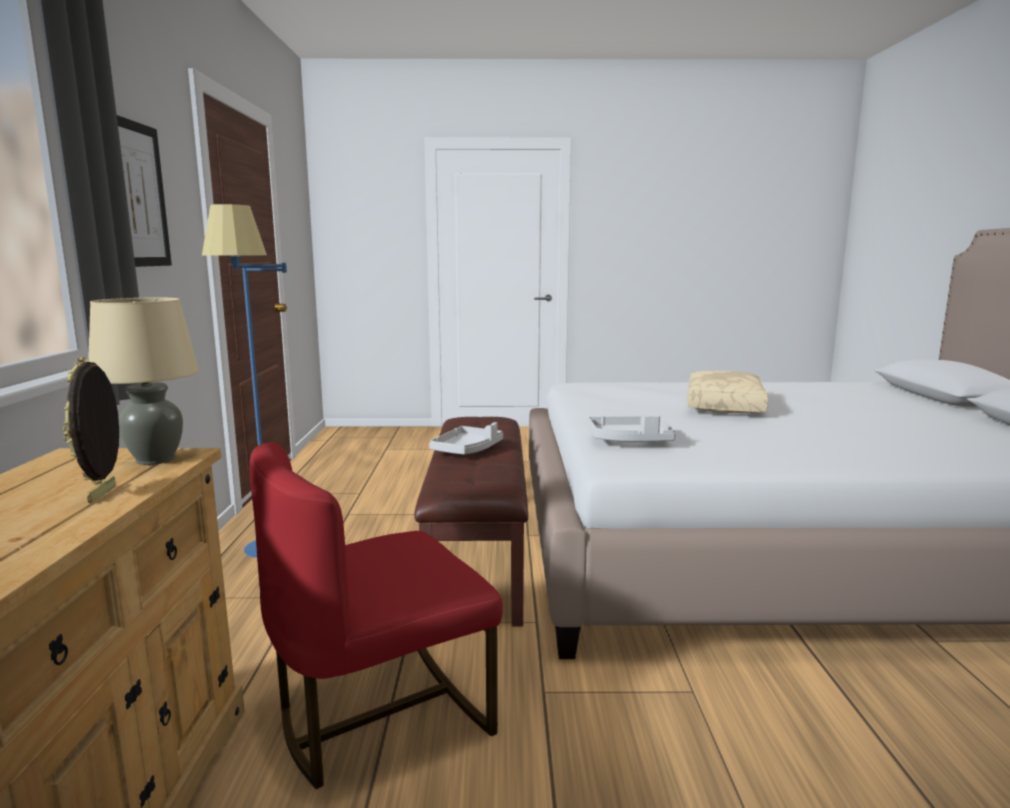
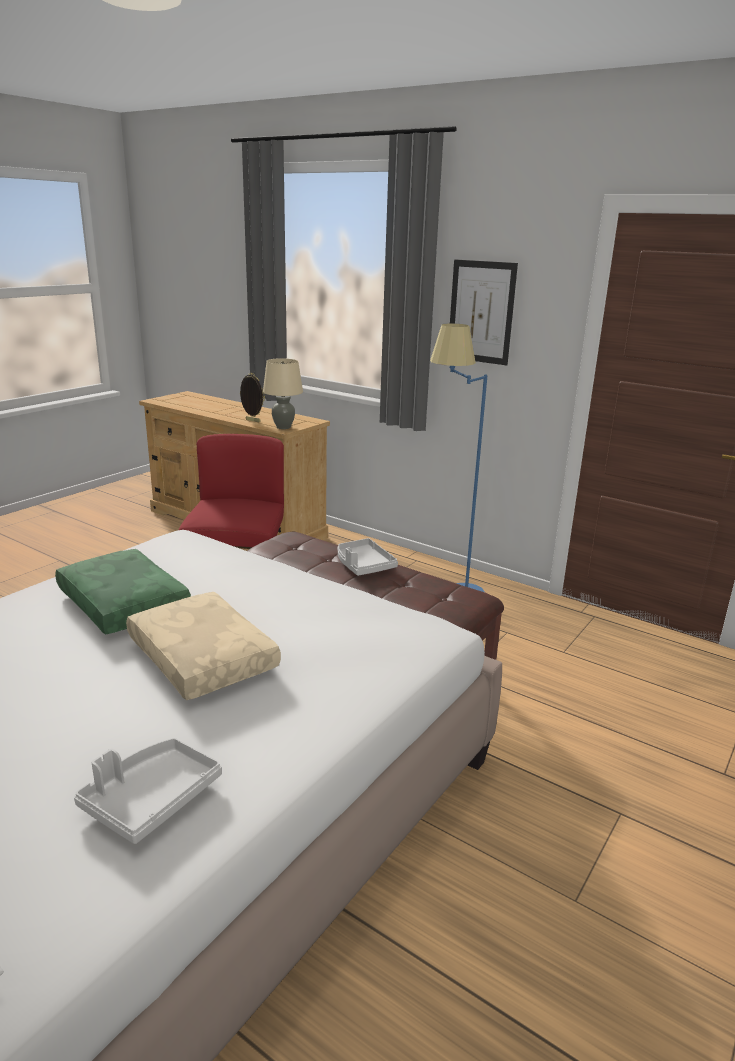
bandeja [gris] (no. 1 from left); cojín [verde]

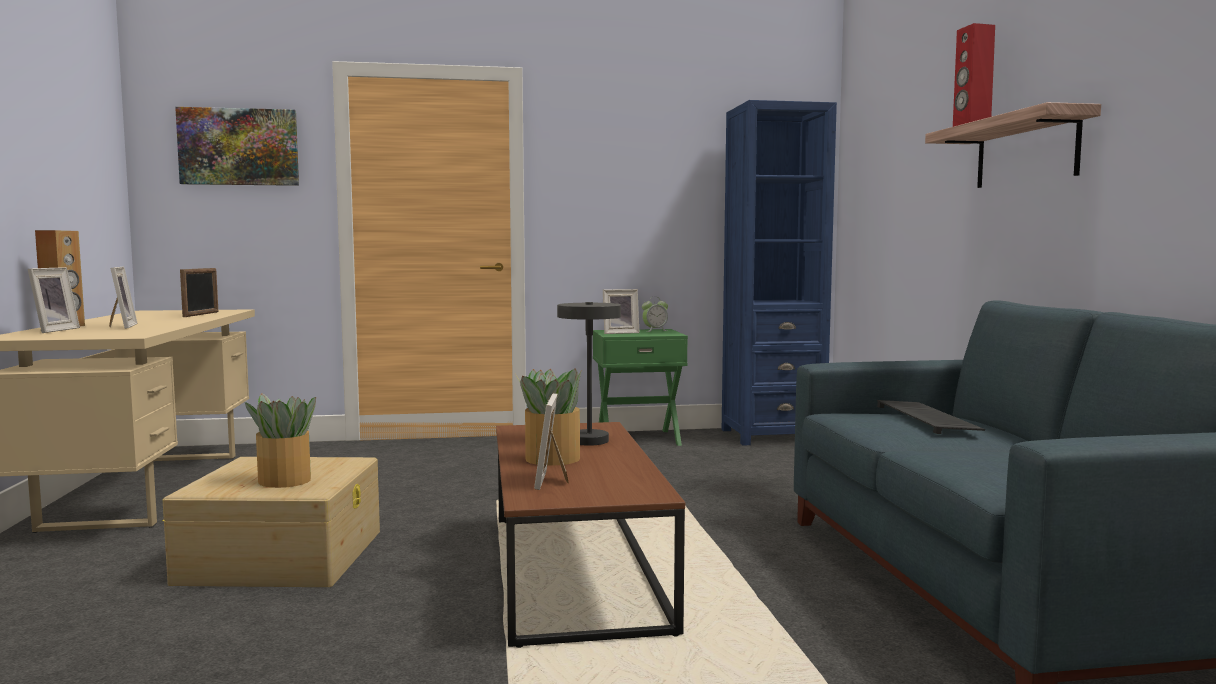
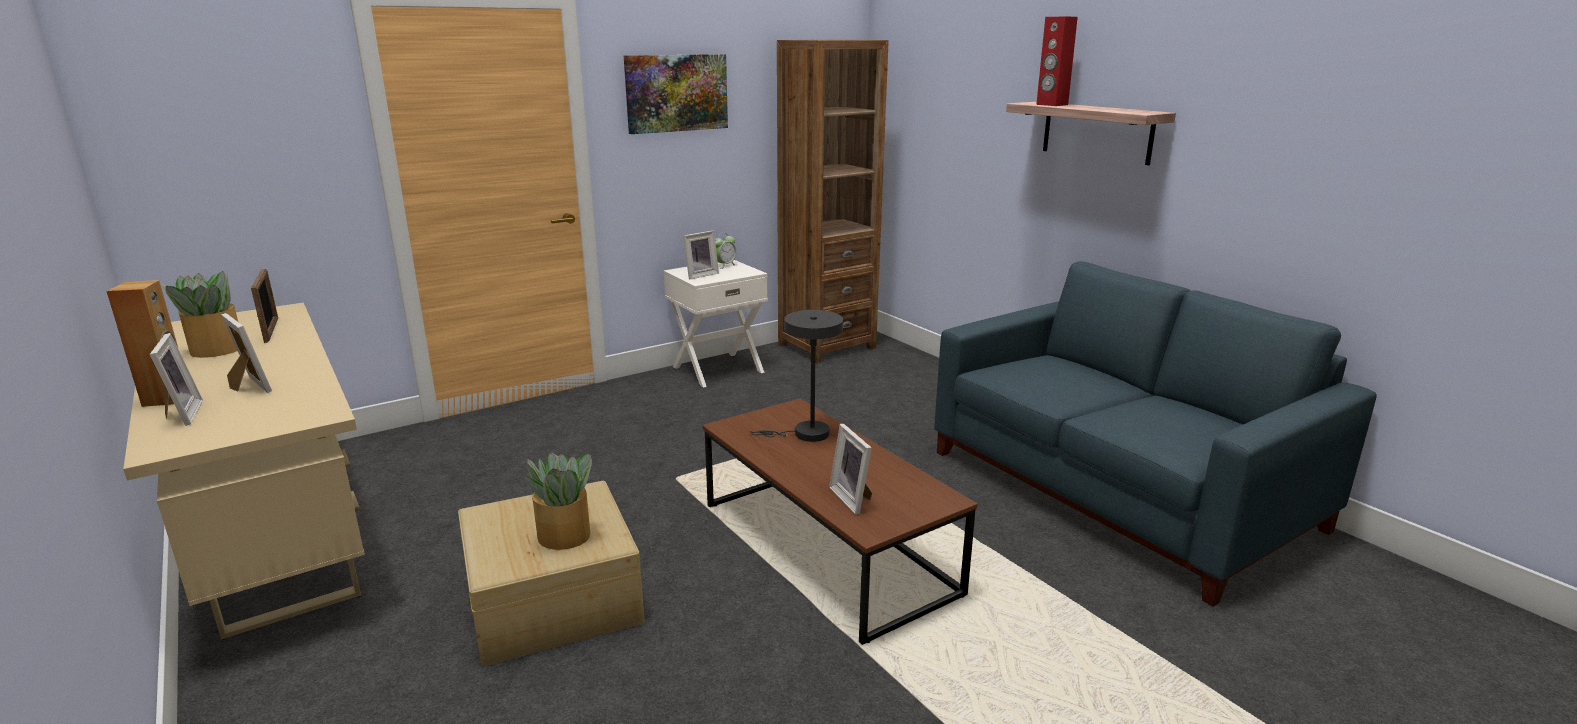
estantería [marrón]; cuadro; mesita de noche [blanco]; planta en maceta (no. 1 from left); teclado

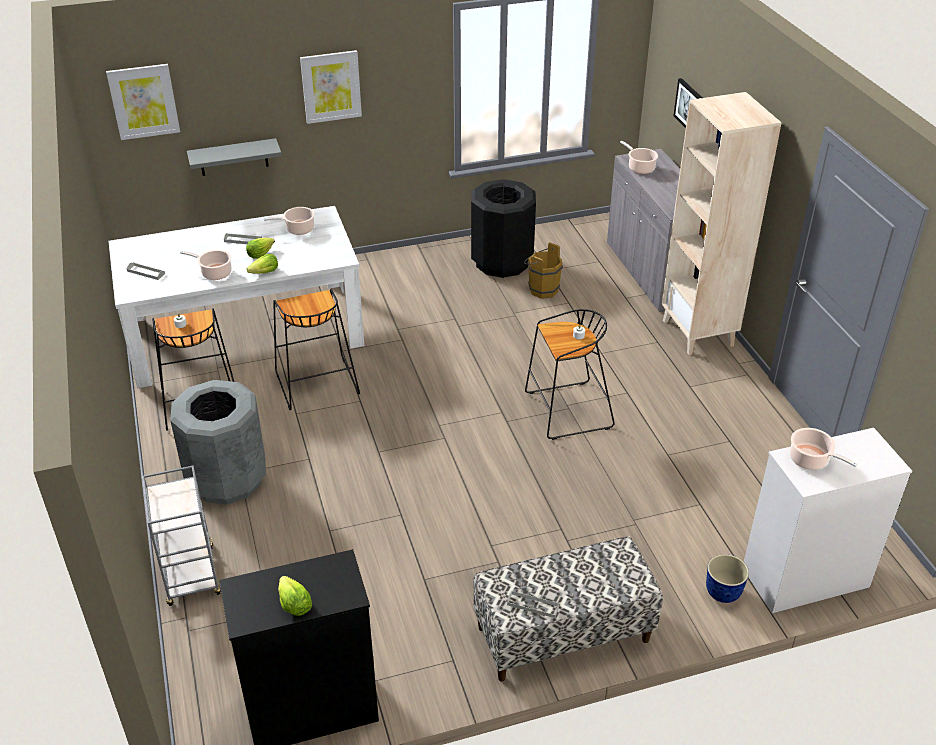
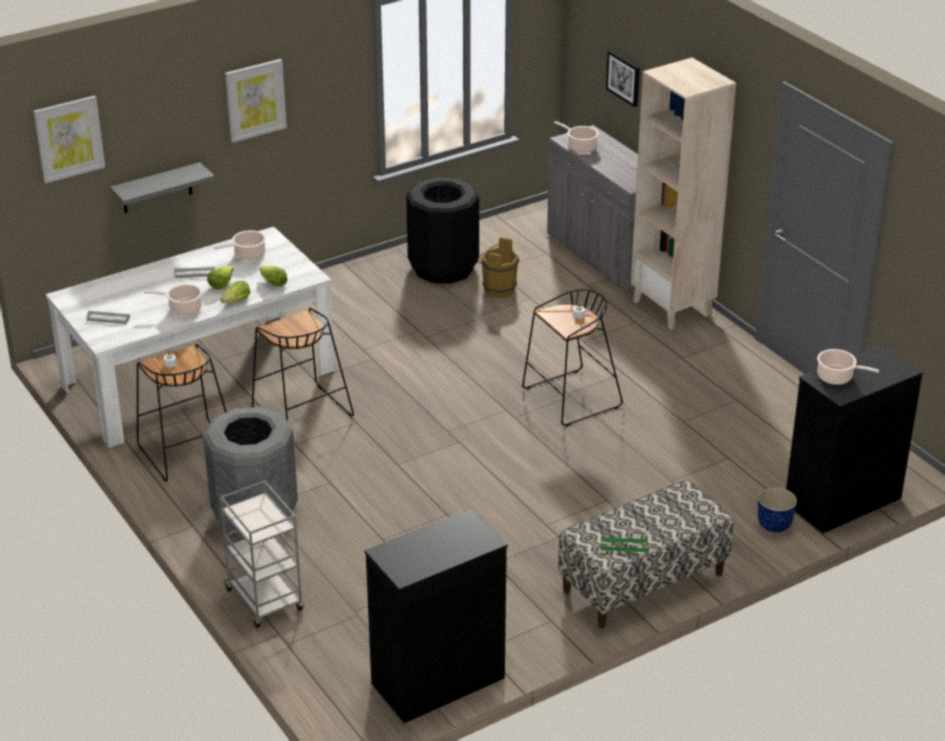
cómoda [negro] (no. 2 from left); lechuga (no. 3 from left); bandeja [verde]

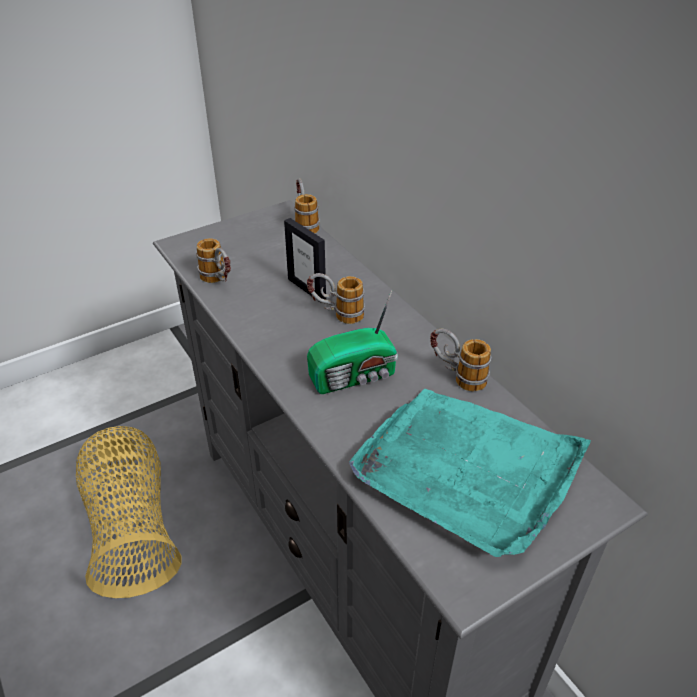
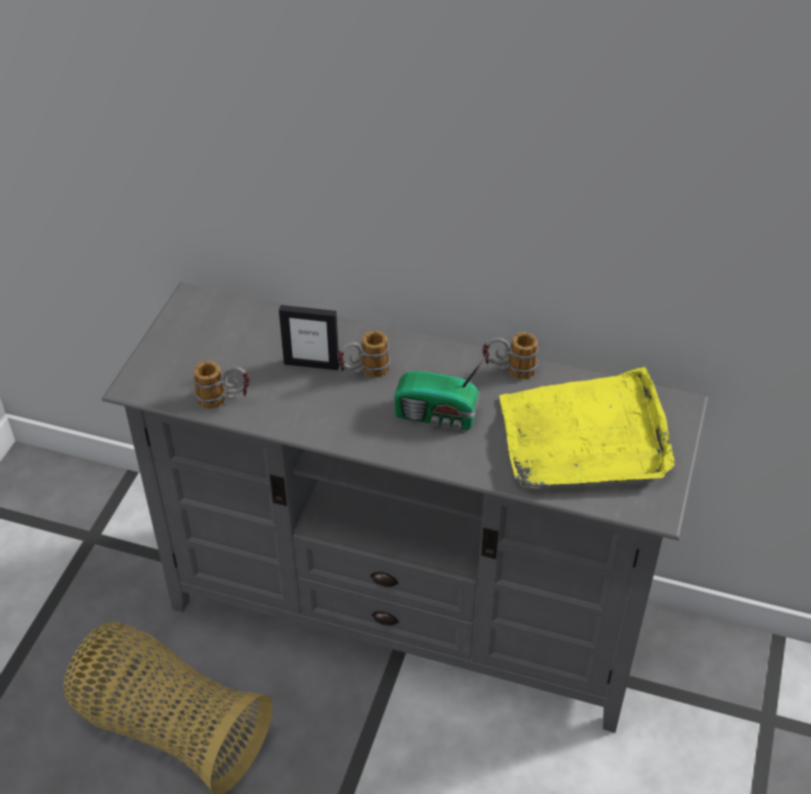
taza grande (no. 2 from left in the first image); radio; bandeja [amarillo]

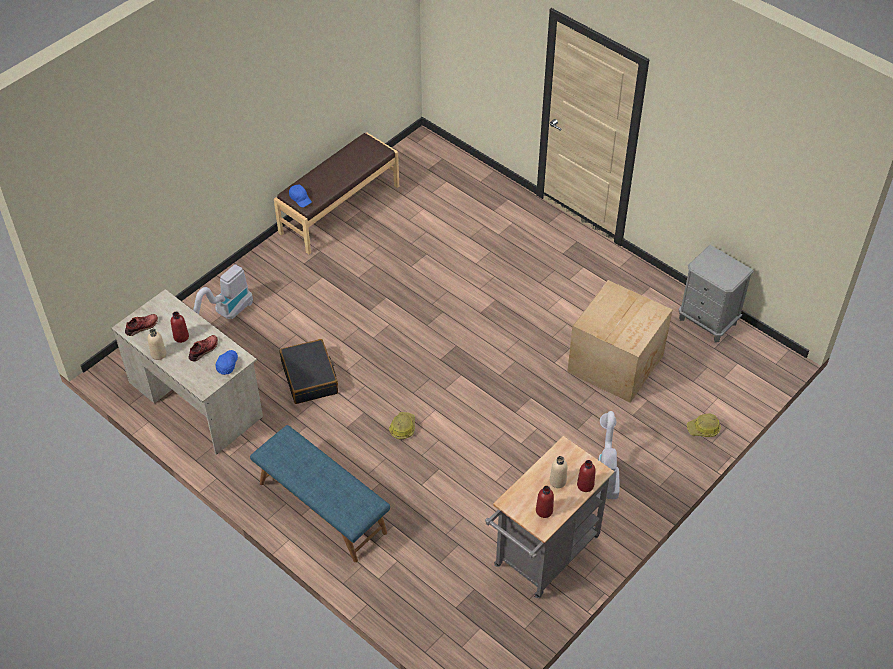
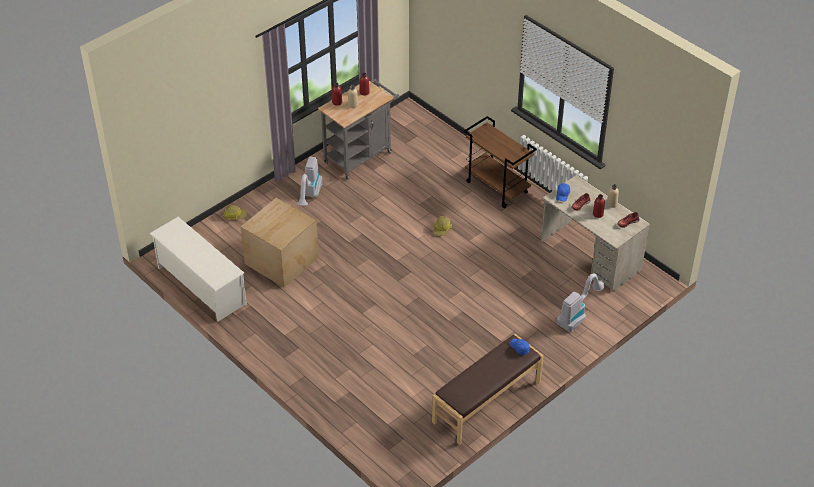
zapatero [blanco]; maleta [negro]; carrito [marrón]

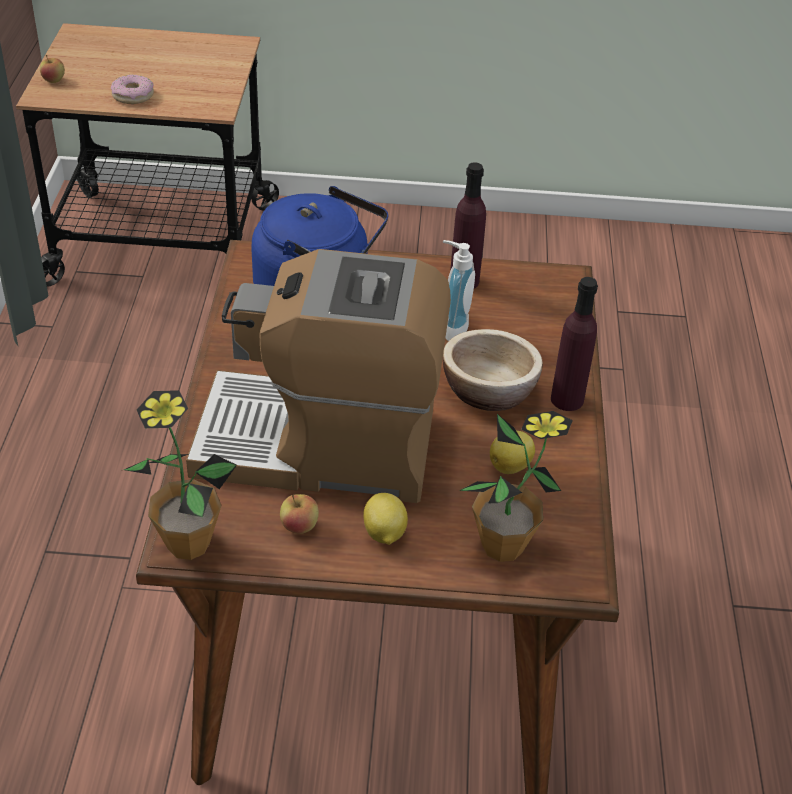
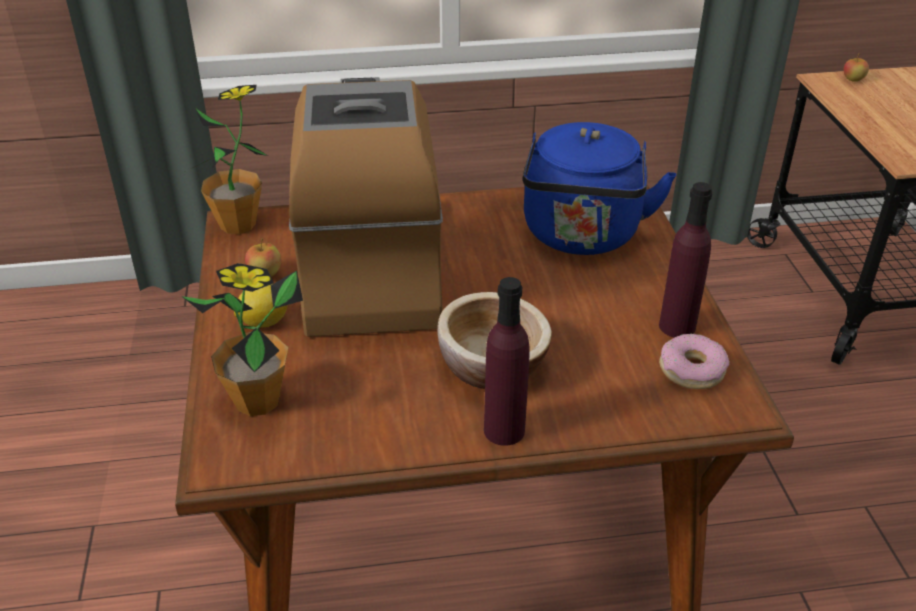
rosquilla; dispensador de jabón; limón (no. 2 from left in the first image)

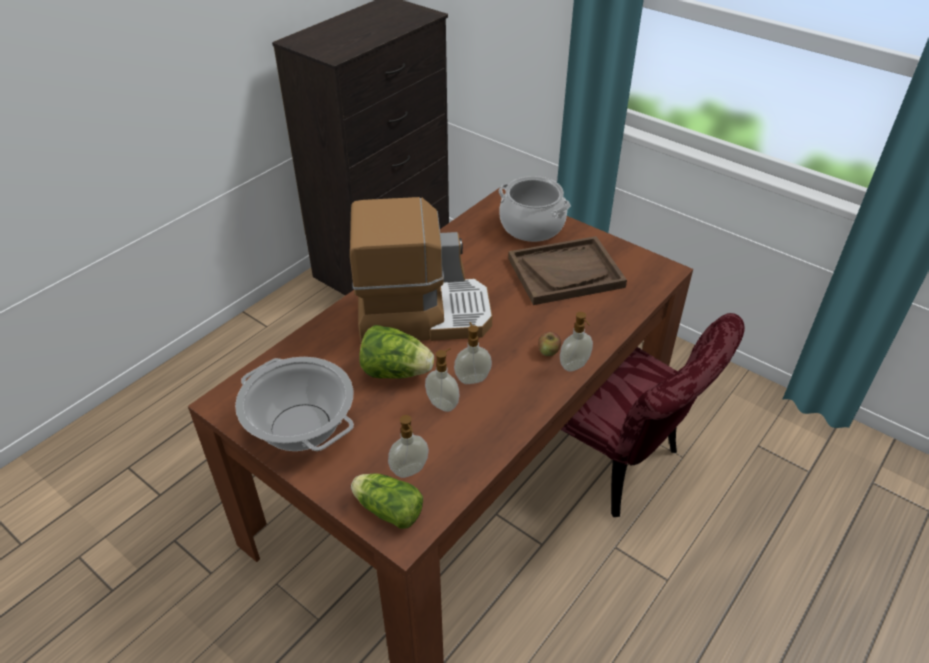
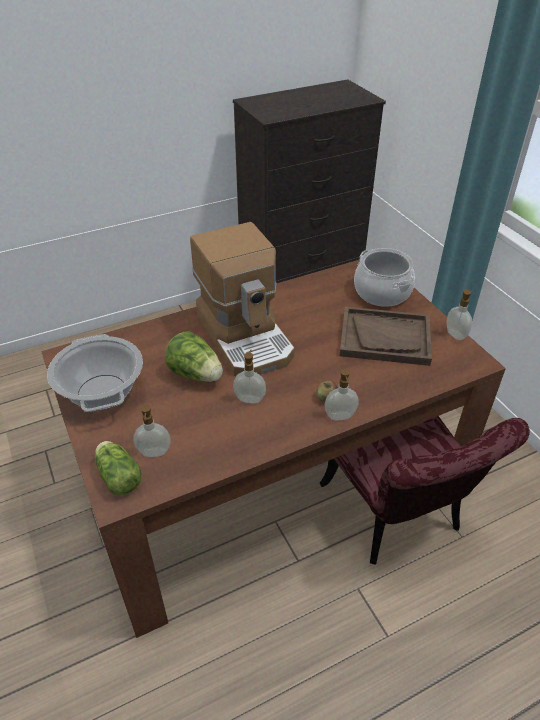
cafetera; dispensador de jabón (no. 4 from left)

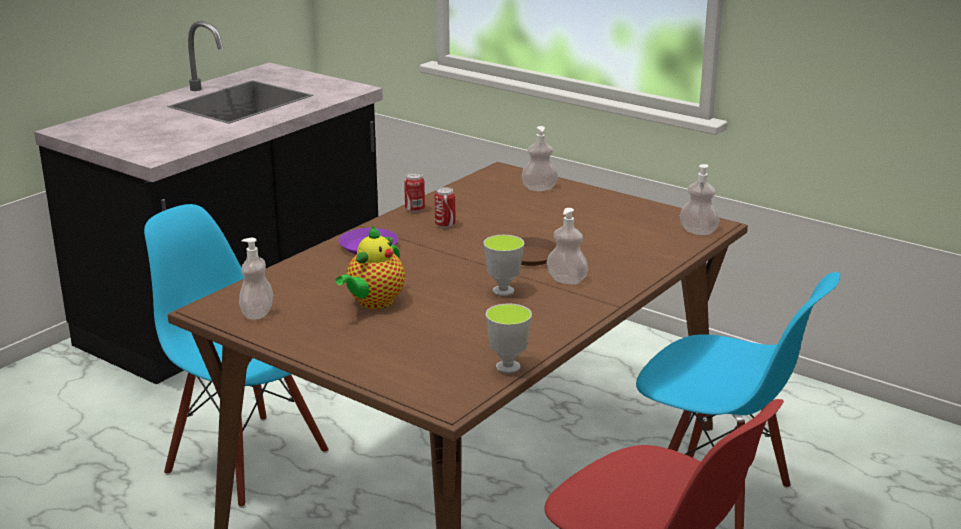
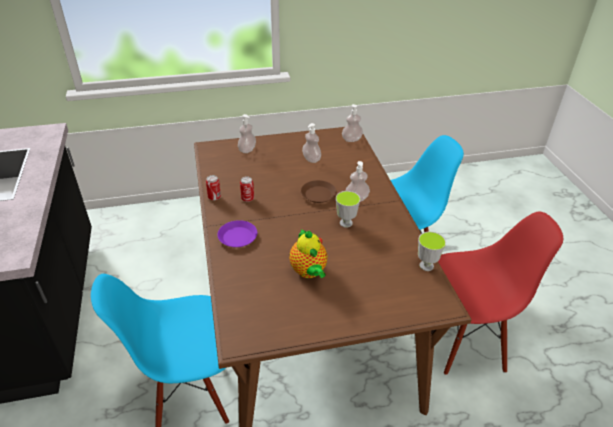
dispensador de jabón (no. 2 from left)

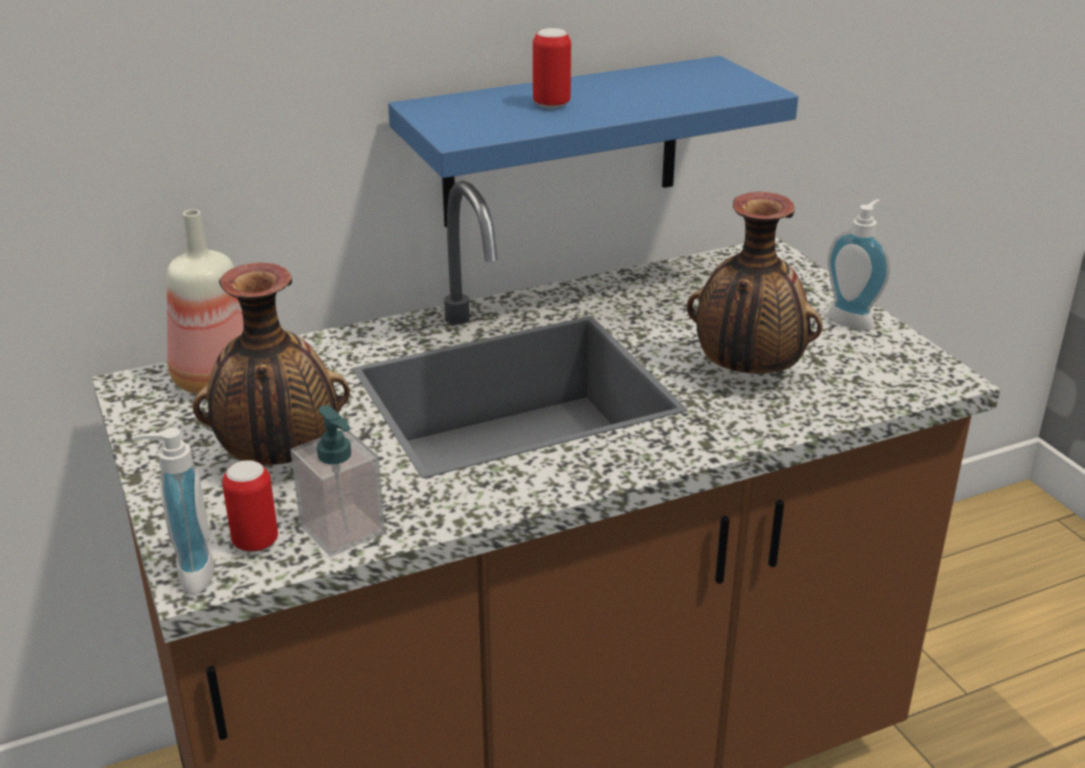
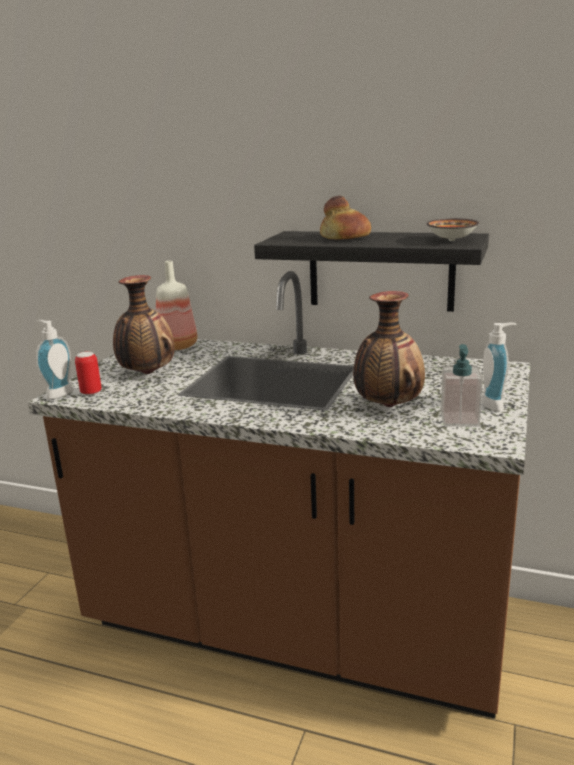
pan; estante [negro]; dispensador de jabón (no. 2 from left); cuenco

